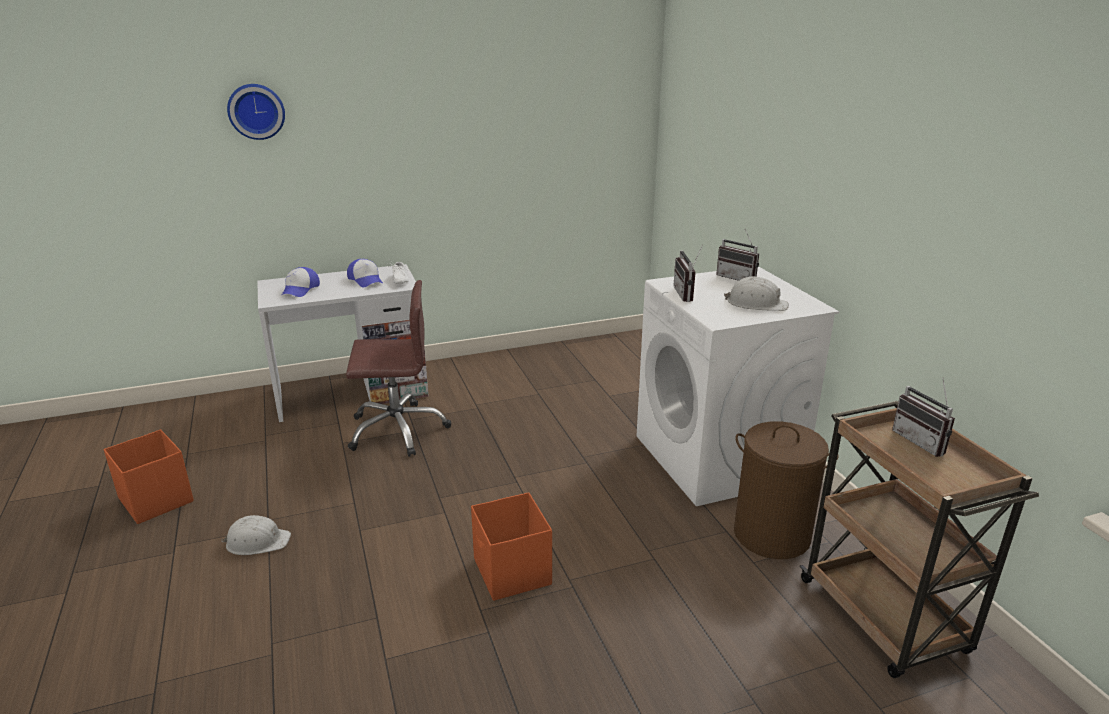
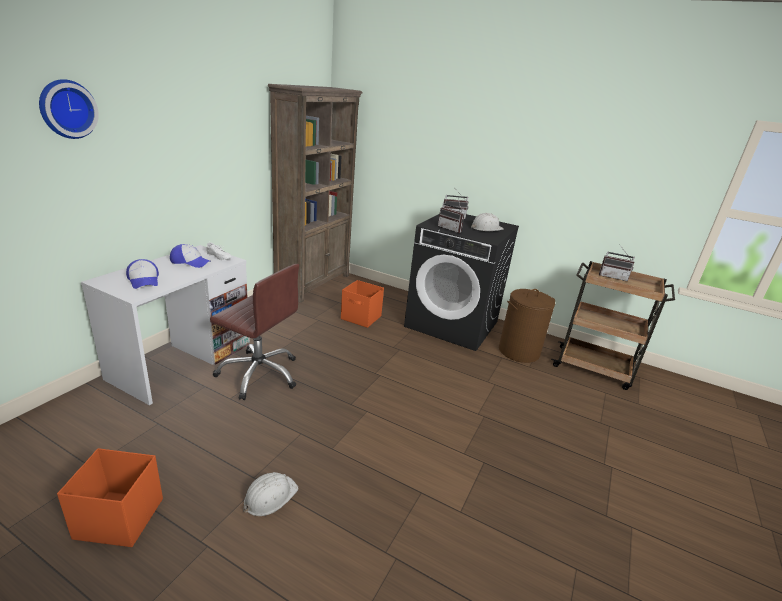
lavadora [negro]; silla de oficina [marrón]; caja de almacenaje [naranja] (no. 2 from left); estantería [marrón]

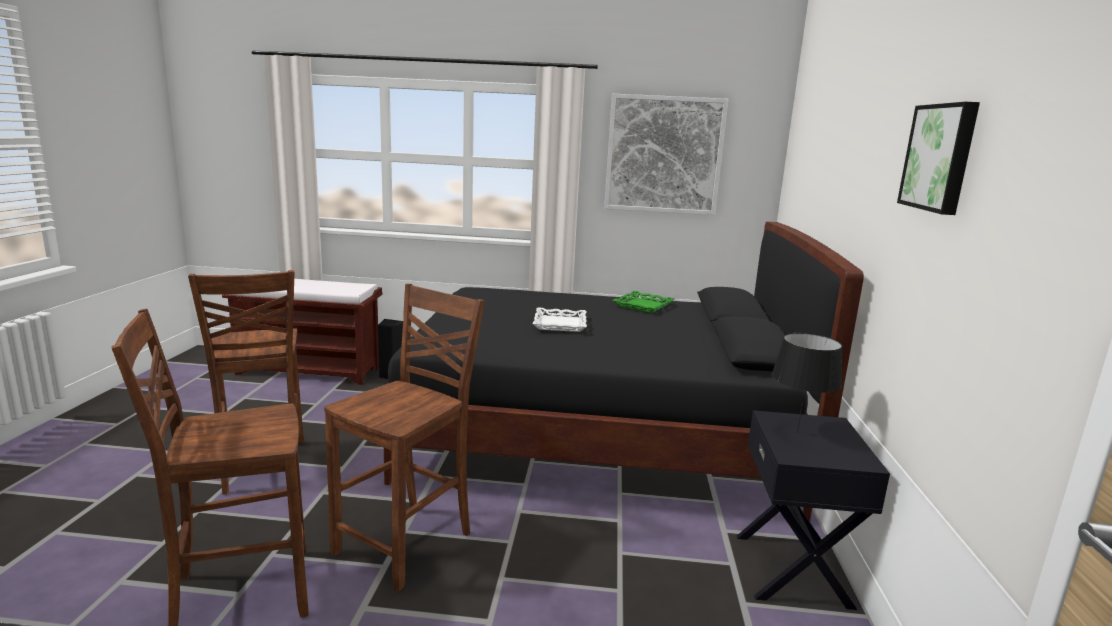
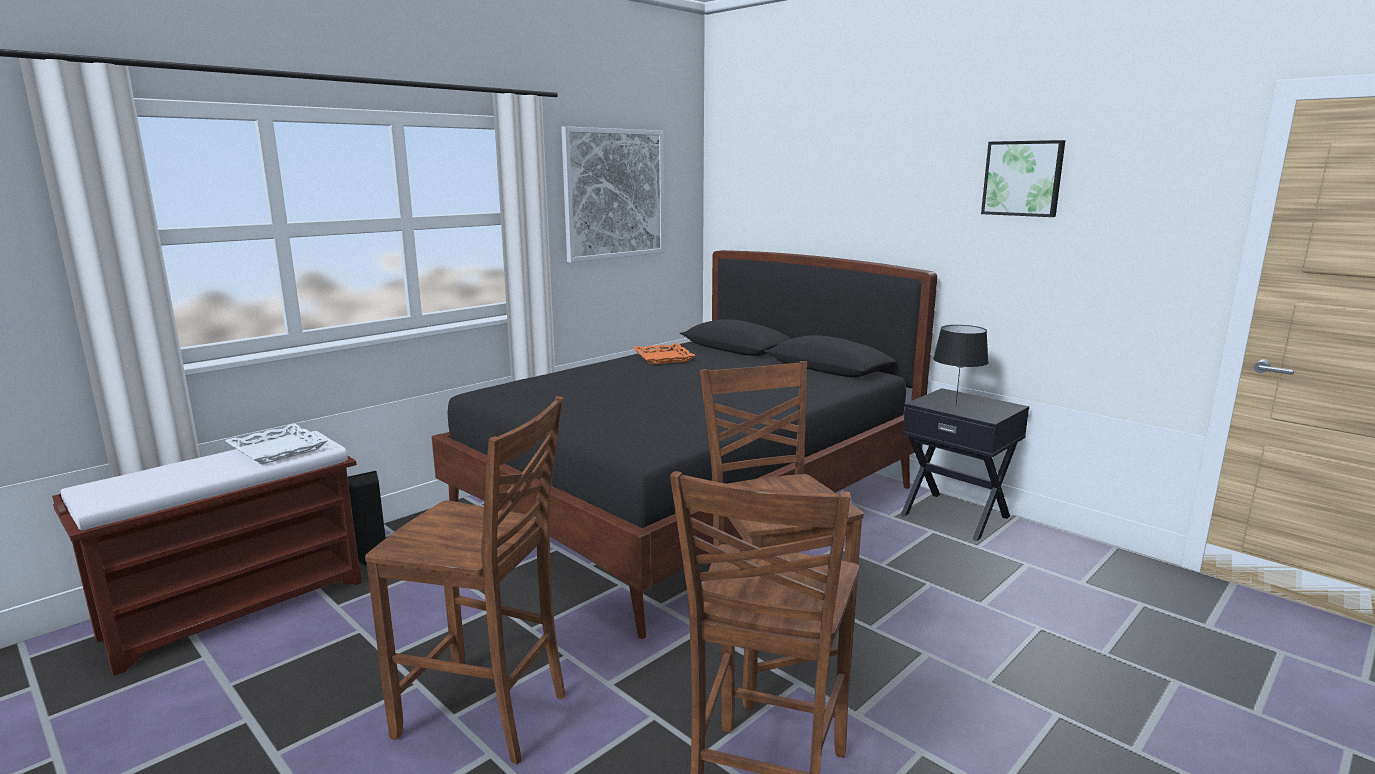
bandeja [naranja]; bandeja [blanco]

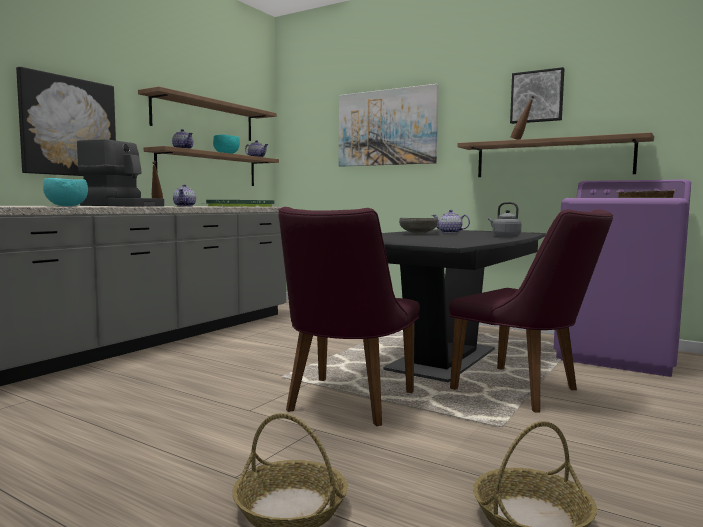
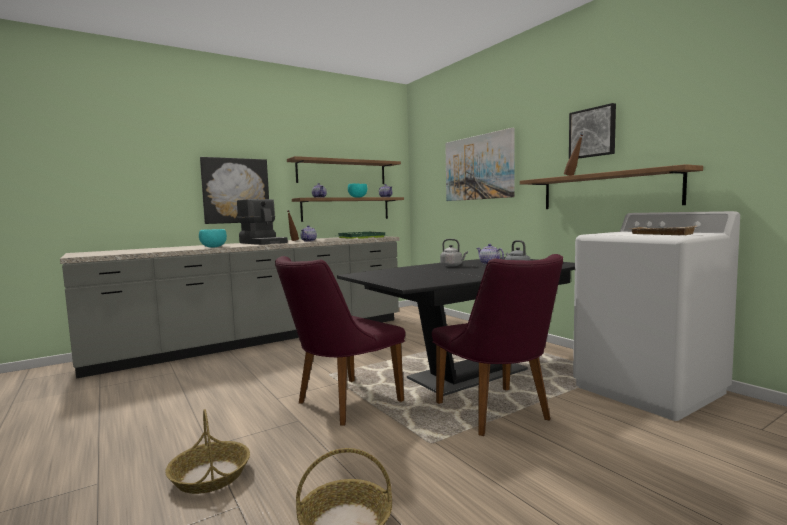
lavadora [blanco]; hervidor [gris] (no. 1 from left)

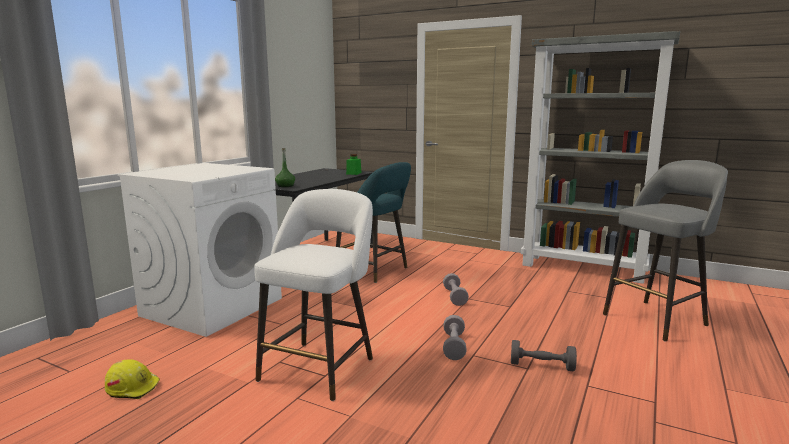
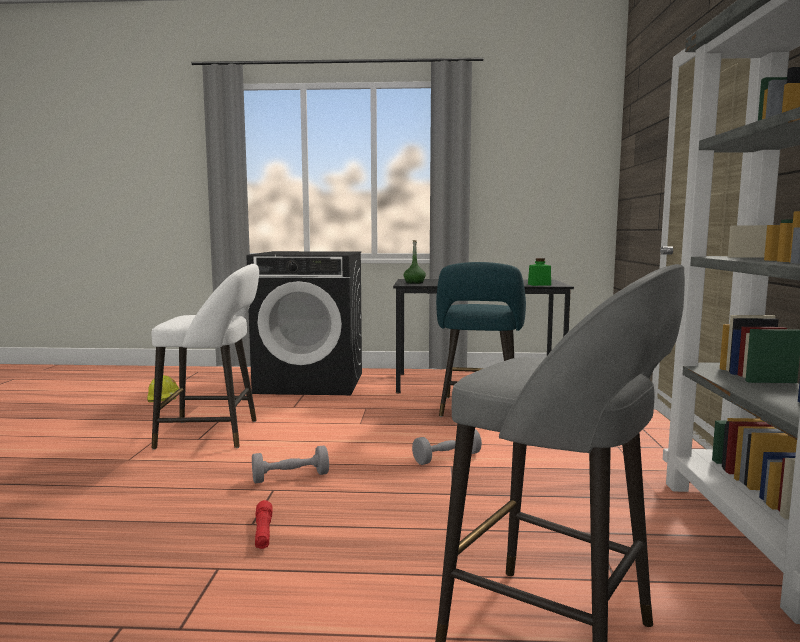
lavadora [negro]; linterna [rojo]

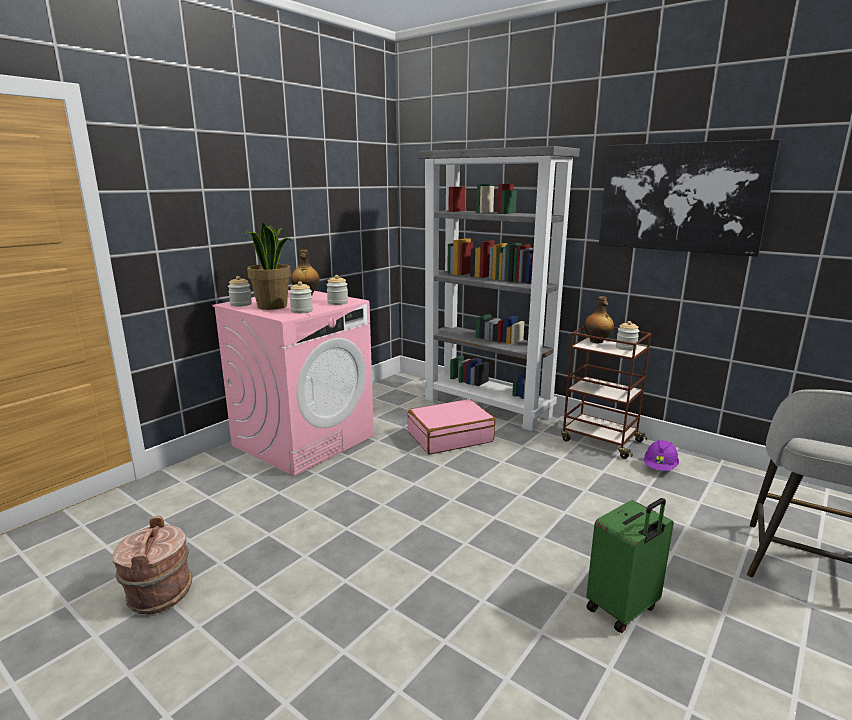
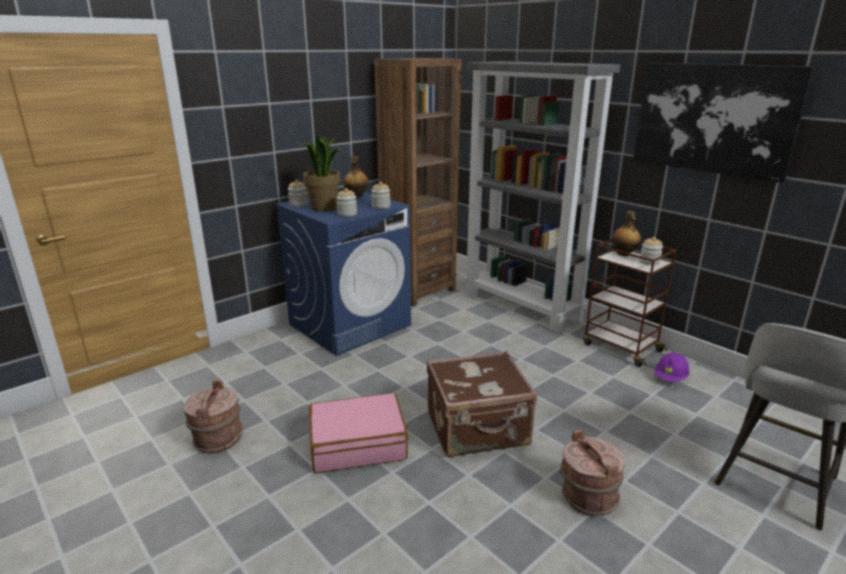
lavadora [azul]; maleta [rosa]; cubo [marrón] (no. 2 from left); estantería [marrón]; maleta [marrón]

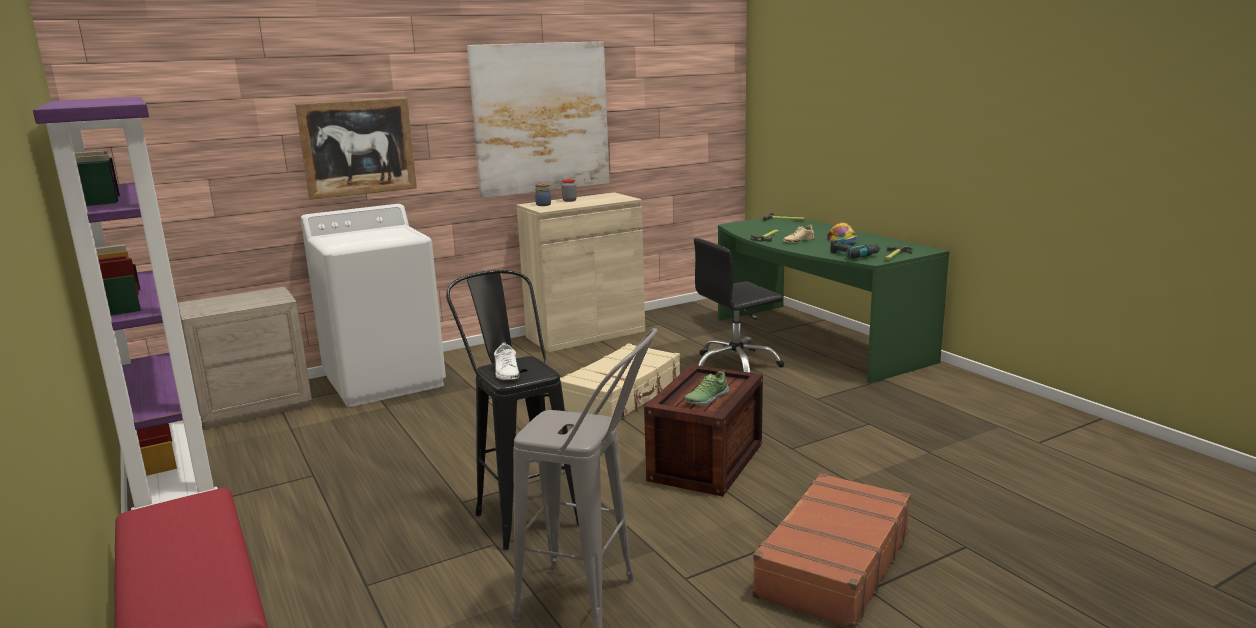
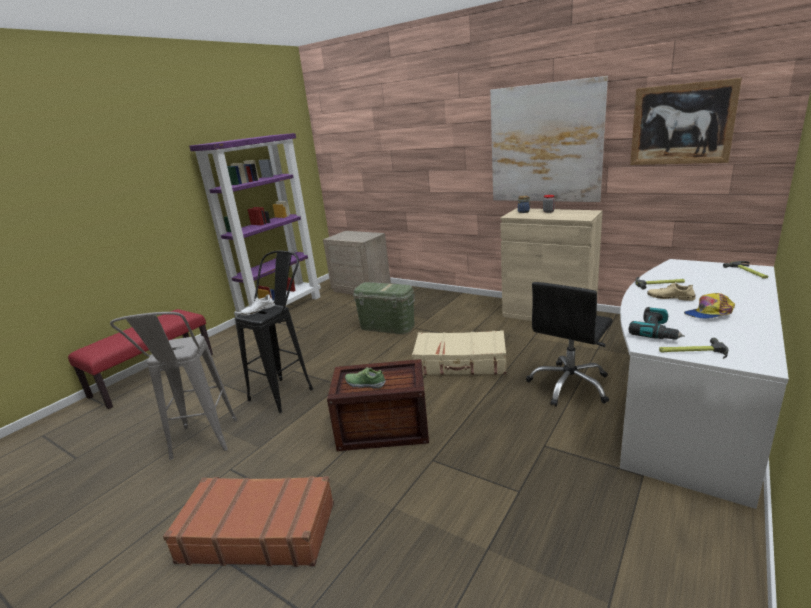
cuadro (no. 2 from left); lavadora [blanco]; escritorio [blanco]; silla de oficina [negro]; caja de almacenaje [verde]

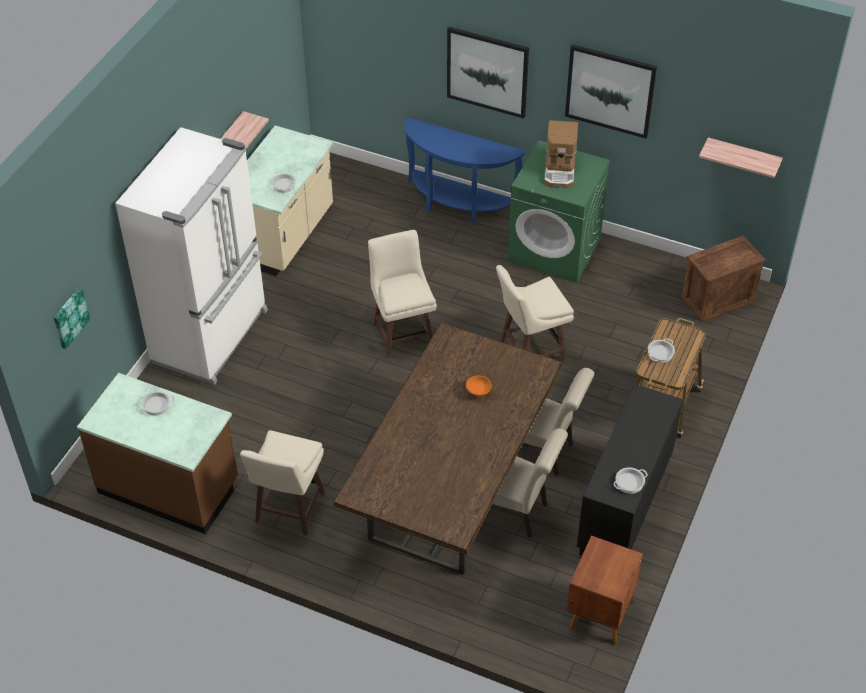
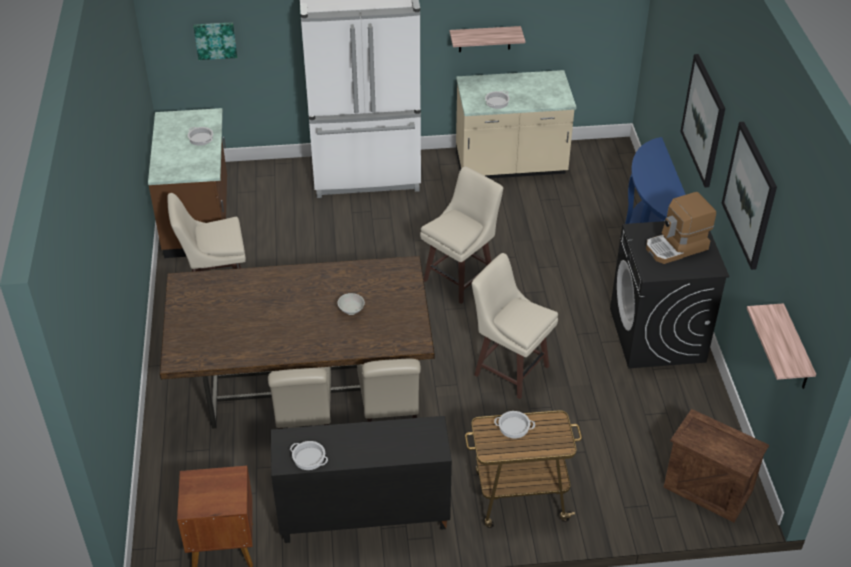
lavadora [negro]; cuenco [blanco]

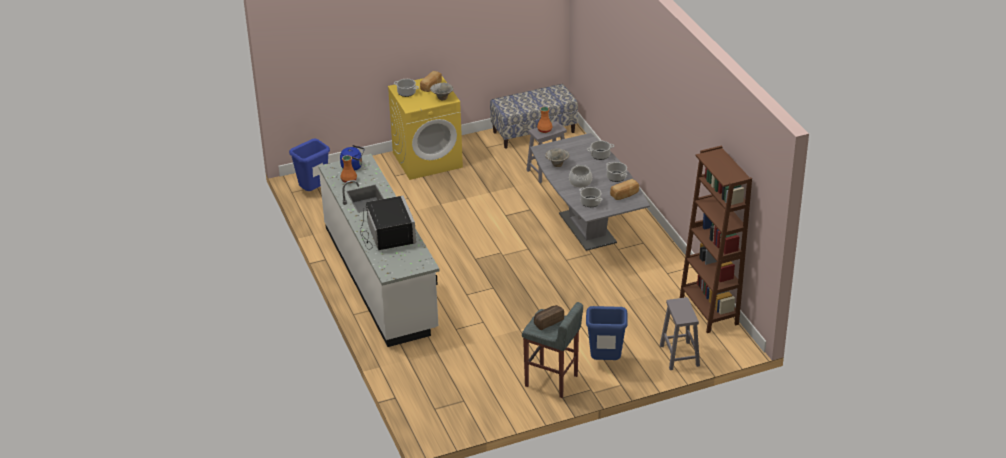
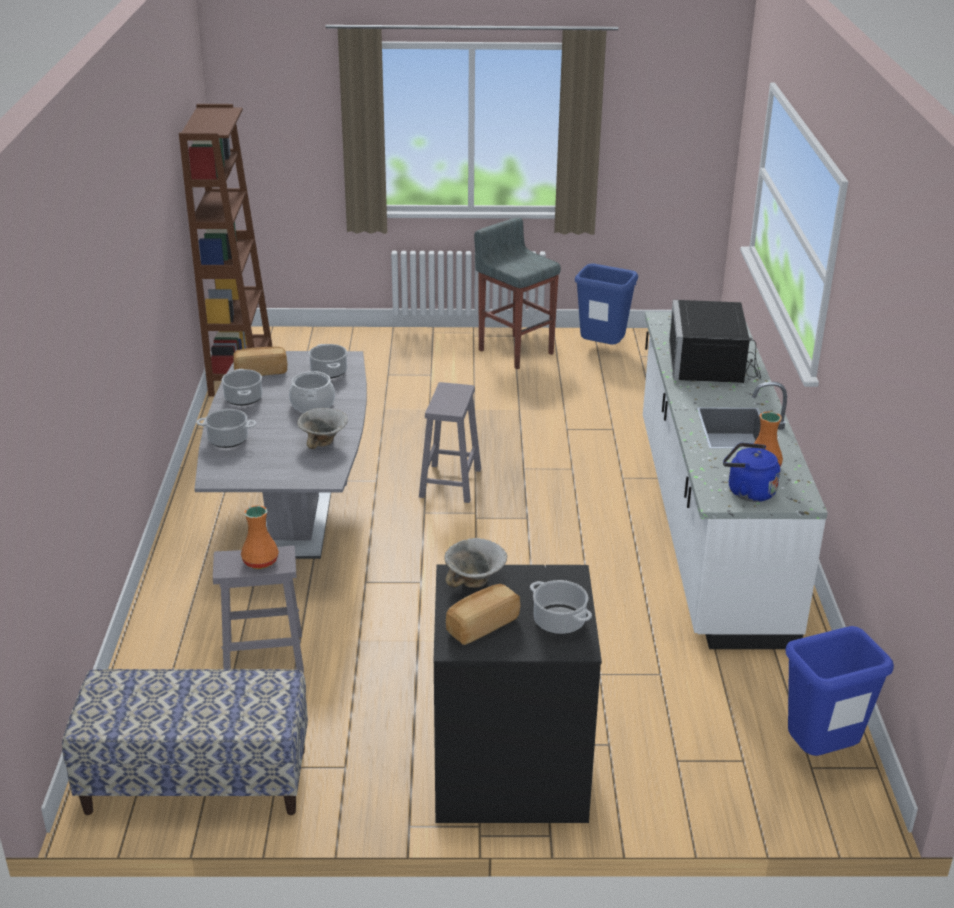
lavadora [negro]; taburete [gris] (no. 2 from left); pan (no. 2 from left in the first image); papelera [azul] (no. 1 from left)

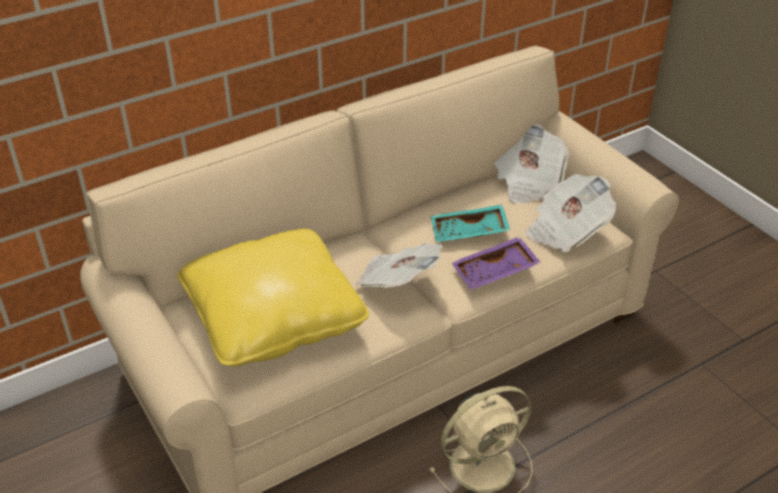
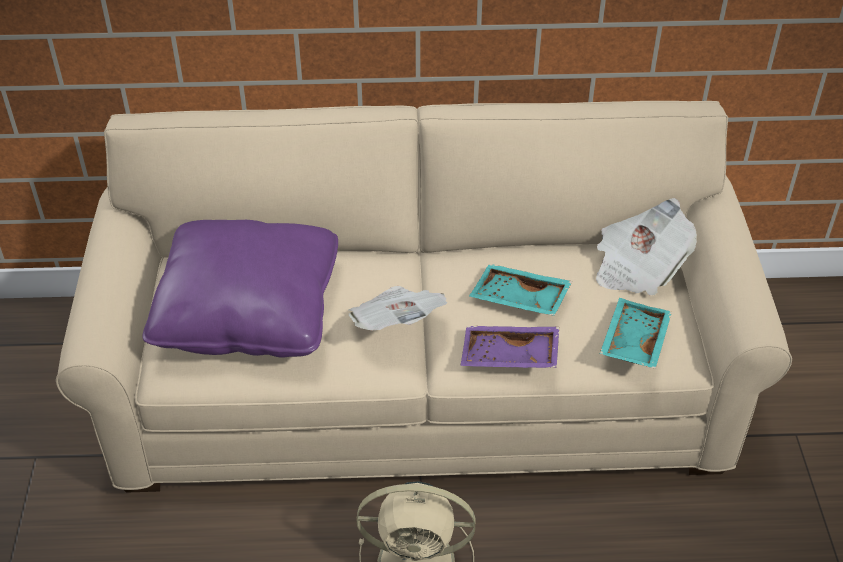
bandeja [turquesa] (no. 2 from left); cojín [morado]

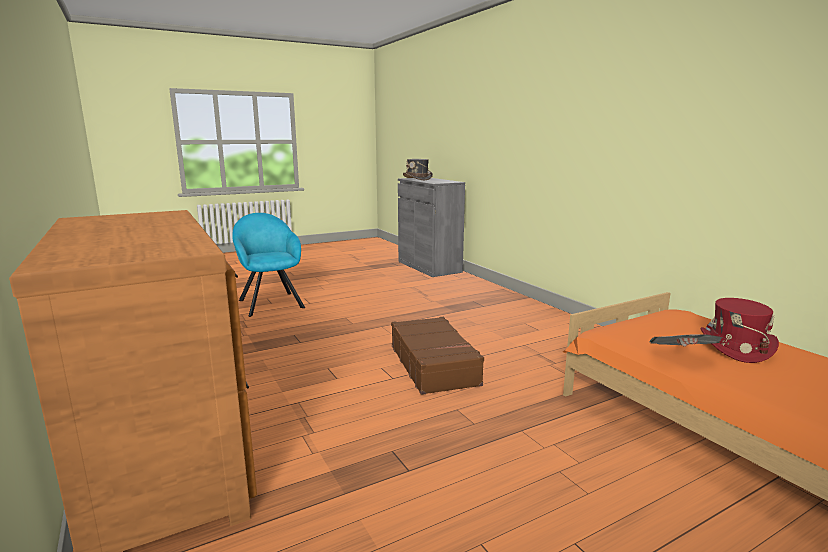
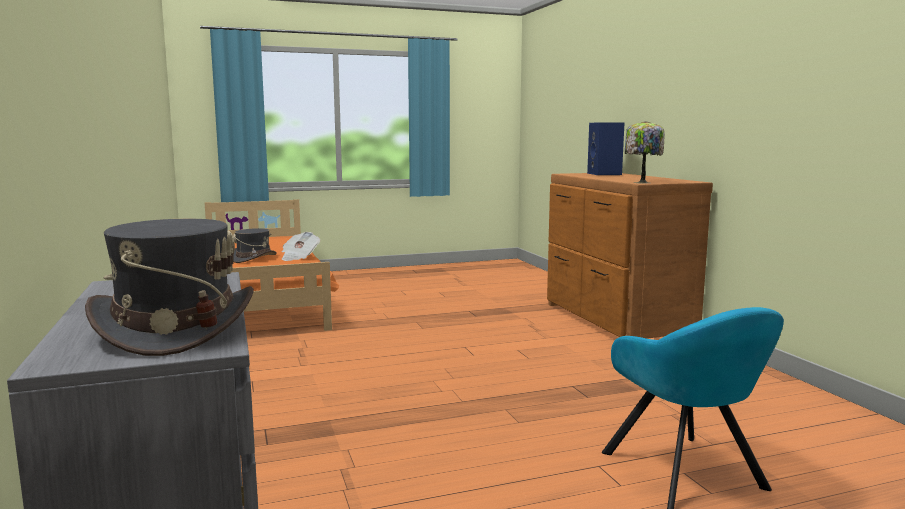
sombrero [gris] (no. 2 from left); maleta [marrón]; lámpara de mesa; altavoz [azul]

